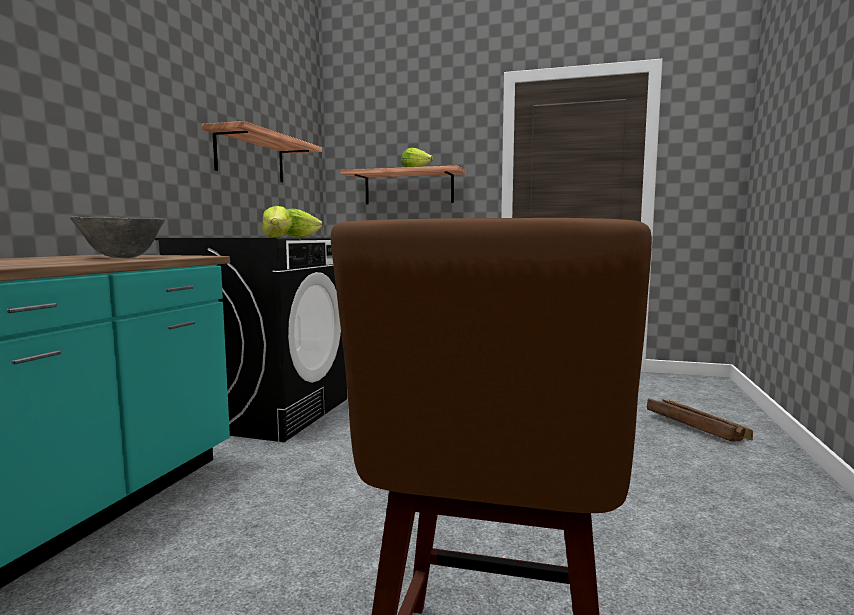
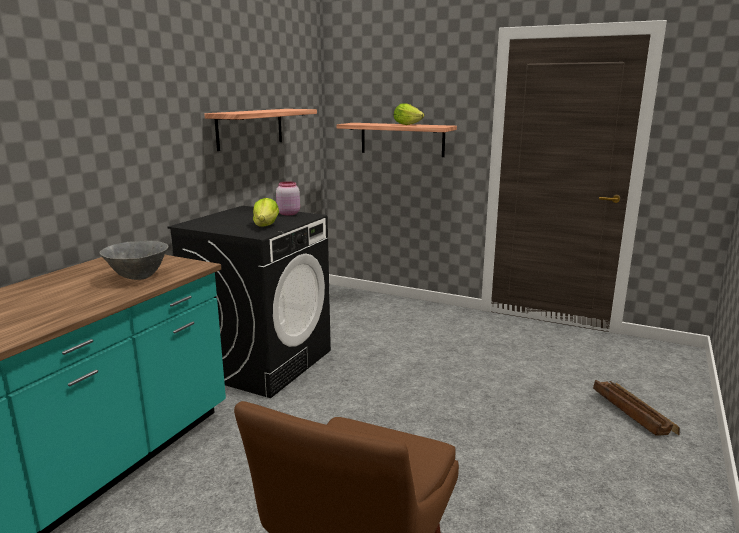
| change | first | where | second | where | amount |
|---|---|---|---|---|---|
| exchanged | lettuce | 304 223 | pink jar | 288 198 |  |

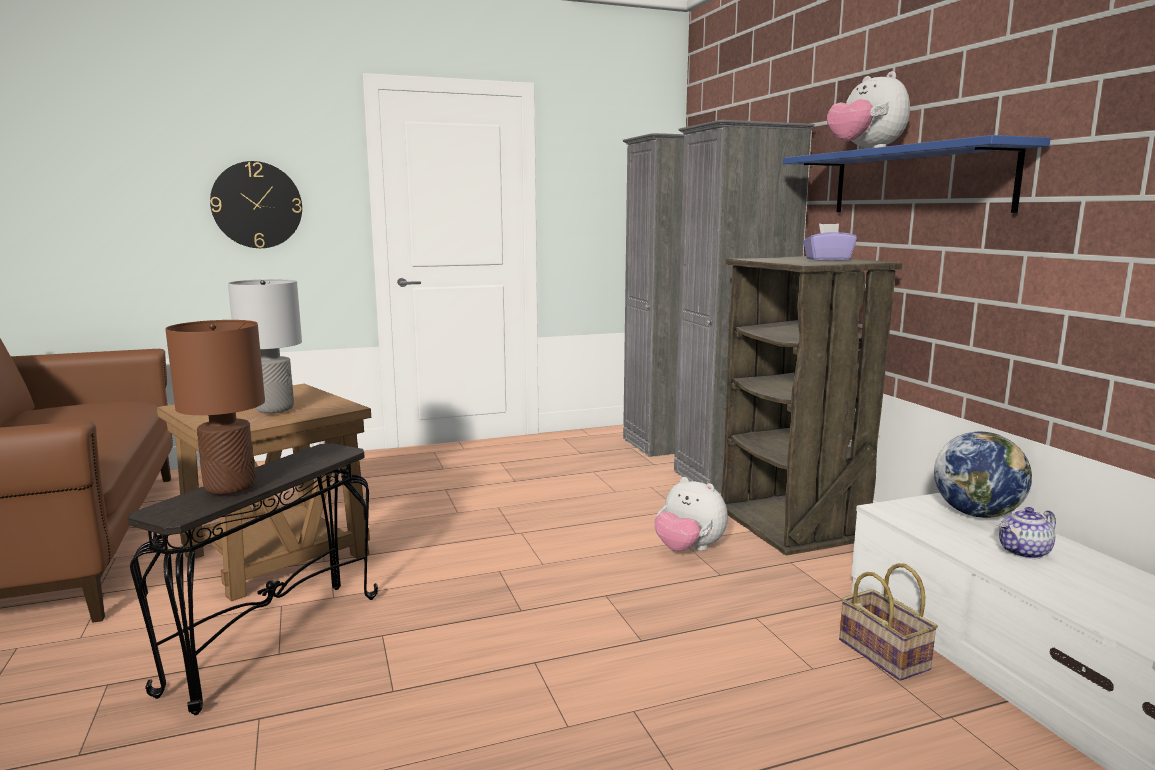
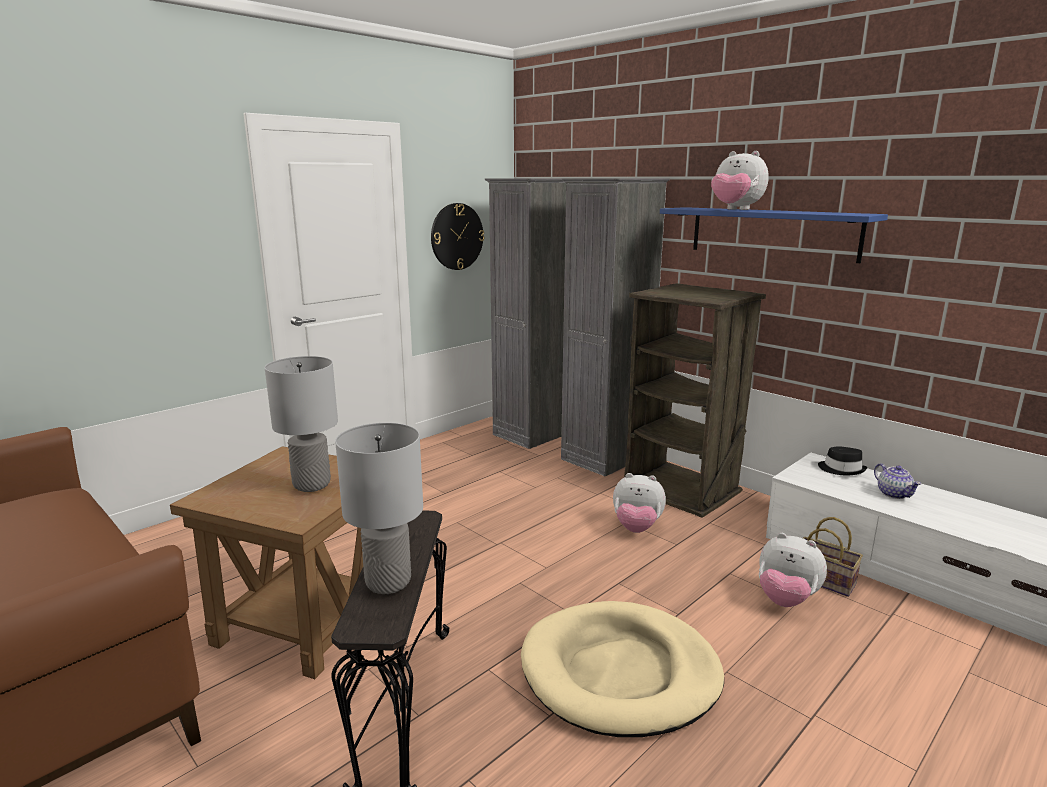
| change | first | where | second | where | amount |
|---|---|---|---|---|---|
| missing | purple tissue box | 830 242 |  |  |  |
| appeared |  |  | beige dog bed | 622 669 |  |
| appeared |  |  | plush toy | 793 570 |  |
| relocated | wall clock | 256 204 |  | 458 236 |  |
| exchanged | globe | 983 474 | black hat | 842 460 |  |
| colour | brown table lamp | 215 407 | grey table lamp | 379 508 |  |
| spun | teapot | 1027 533 |  | 897 481 | 60 degrees counterclockwise |

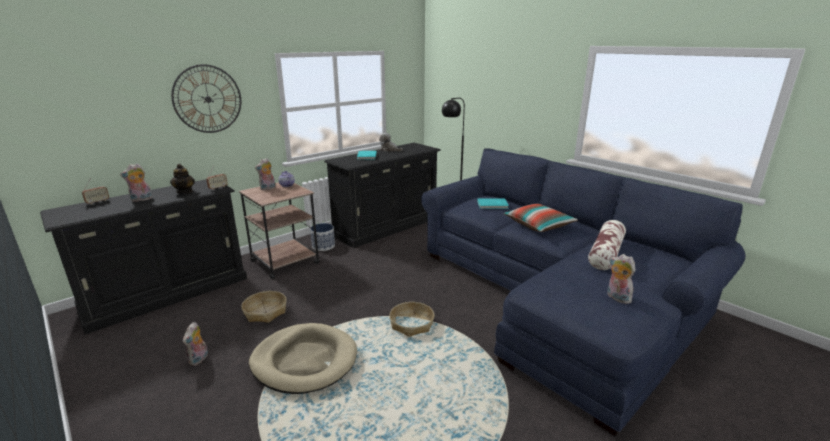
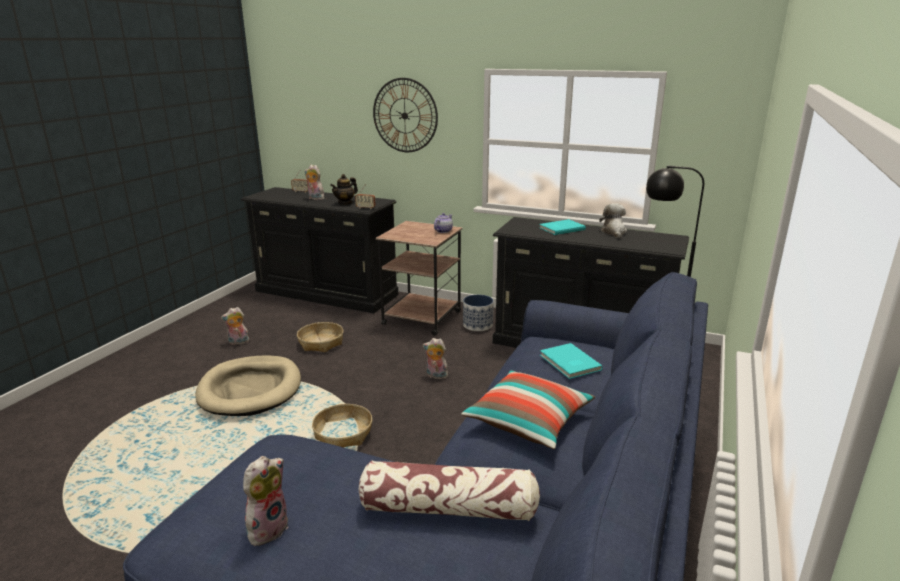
| change | first | where | second | where | amount |
|---|---|---|---|---|---|
| relocated | plush toy | 265 174 |  | 435 358 |  |

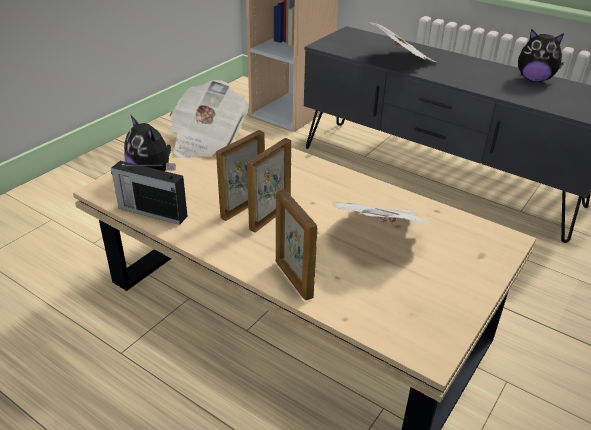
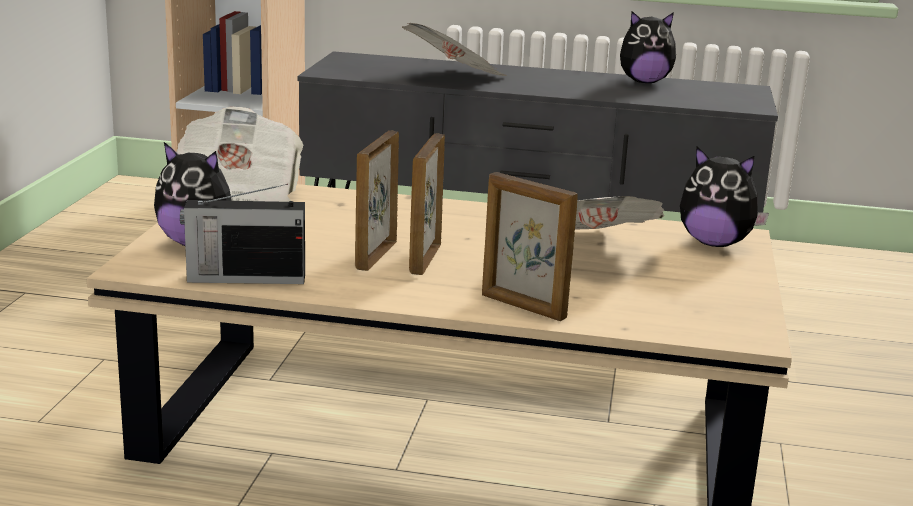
| change | first | where | second | where | amount |
|---|---|---|---|---|---|
| appeared |  |  | plush toy | 724 196 |  |

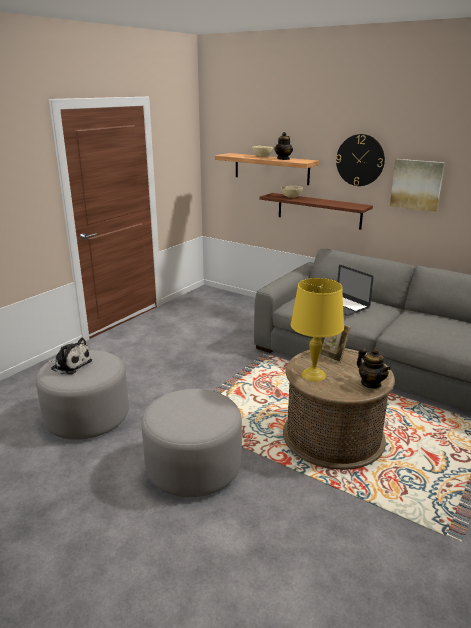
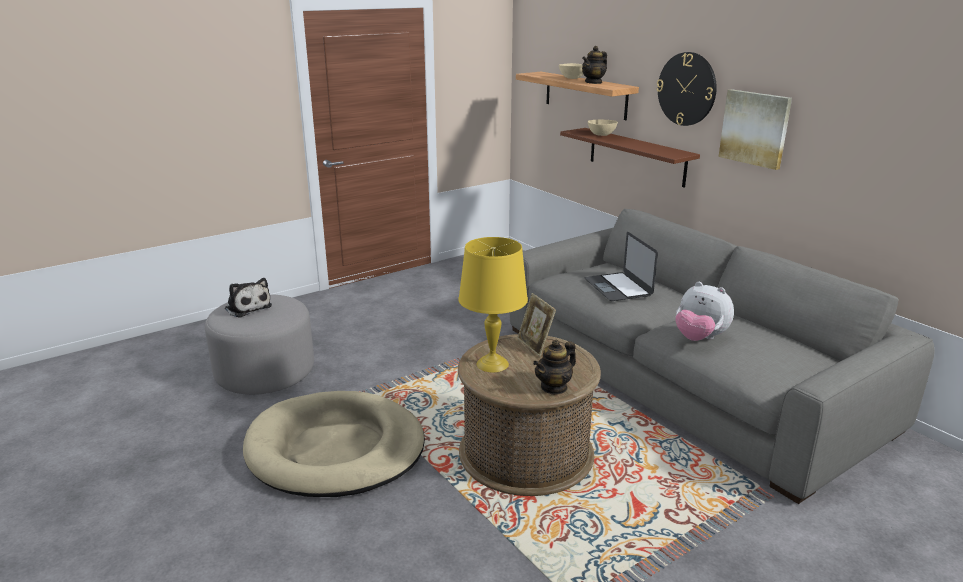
| change | first | where | second | where | amount |
|---|---|---|---|---|---|
| appeared |  |  | plush toy | 704 311 |  |
| exchanged | grey ottoman | 192 443 | beige dog bed | 334 444 |  |
| spun | teapot | 374 369 |  | 554 367 | 60 degrees clockwise |

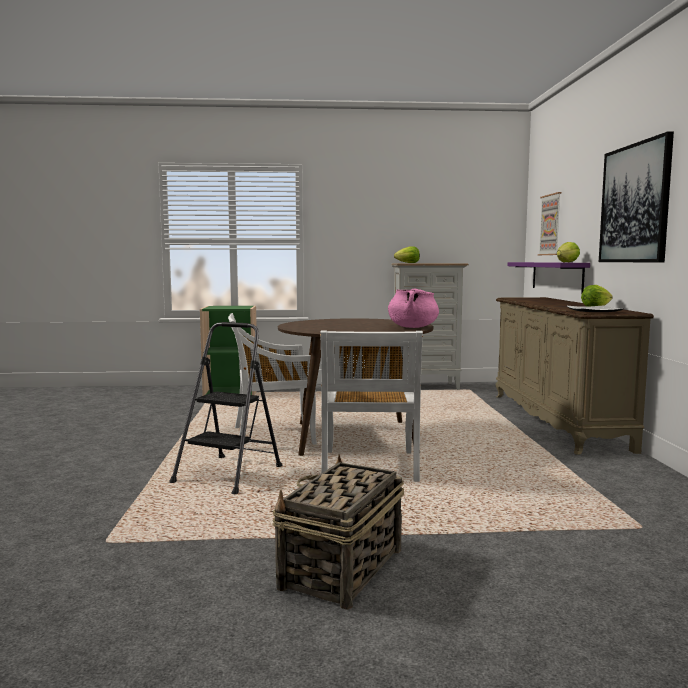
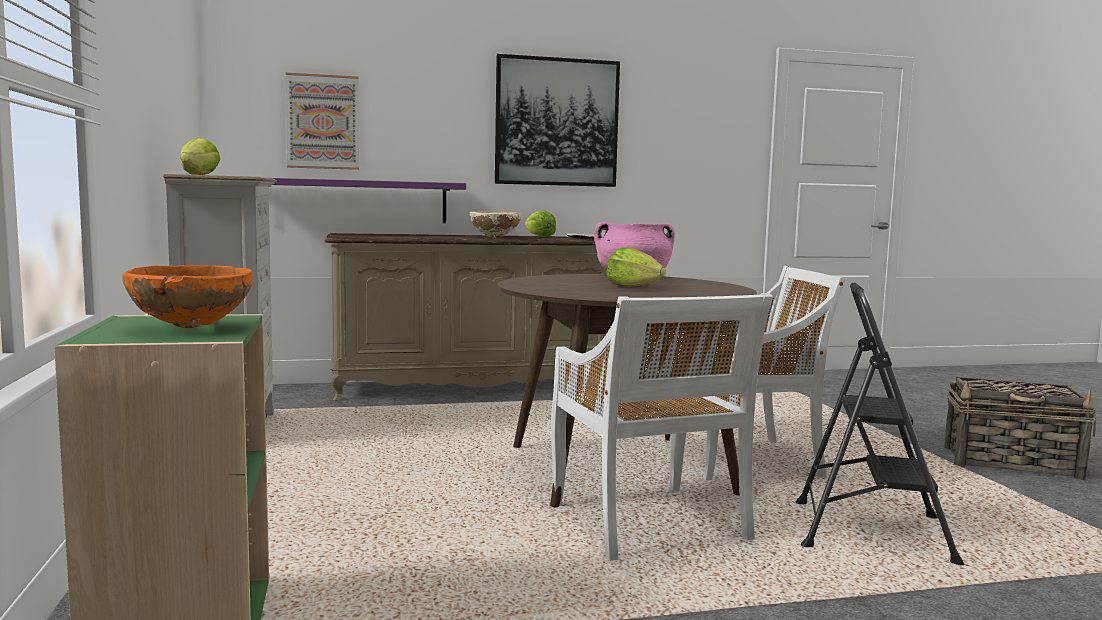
| change | first | where | second | where | amount |
|---|---|---|---|---|---|
| appeared |  |  | orange bowl | 187 296 |  |
| appeared |  |  | beige bowl | 495 224 |  |
| relocated | lettuce | 568 252 |  | 636 267 |  |

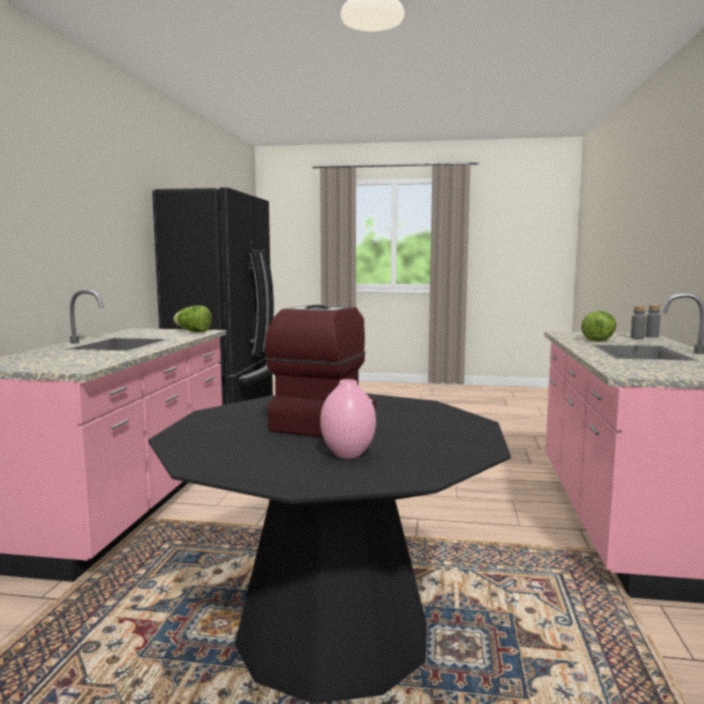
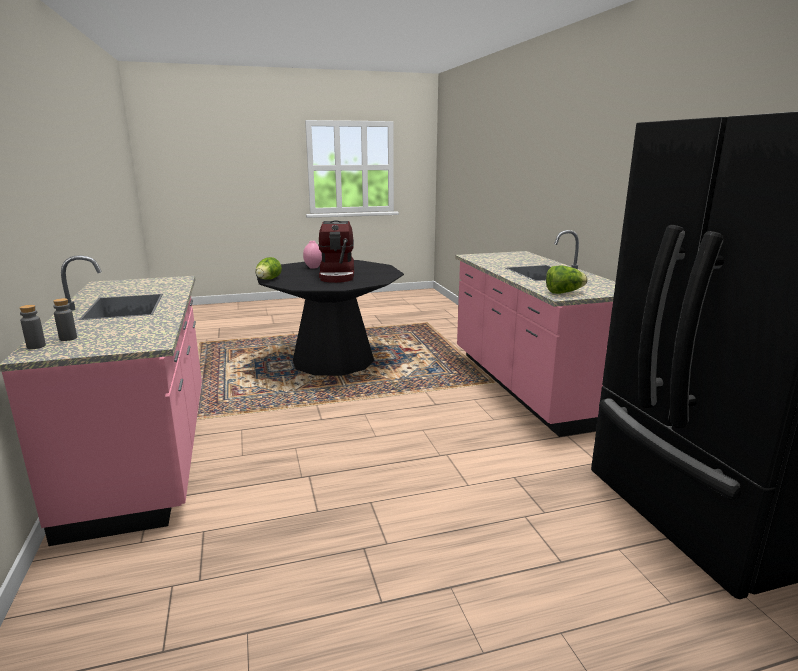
| change | first | where | second | where | amount |
|---|---|---|---|---|---|
| relocated | lettuce | 599 326 |  | 268 268 |  |

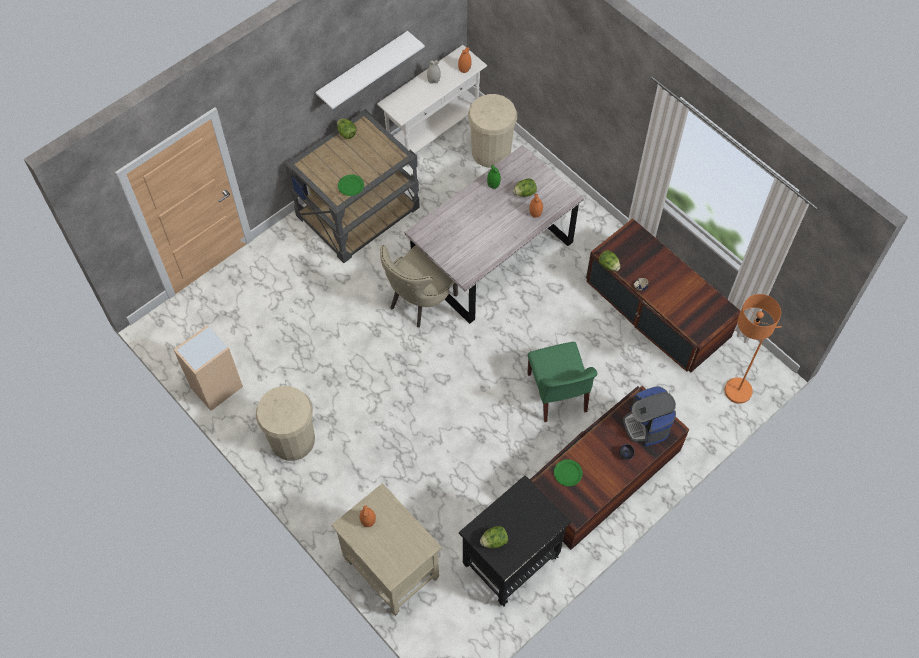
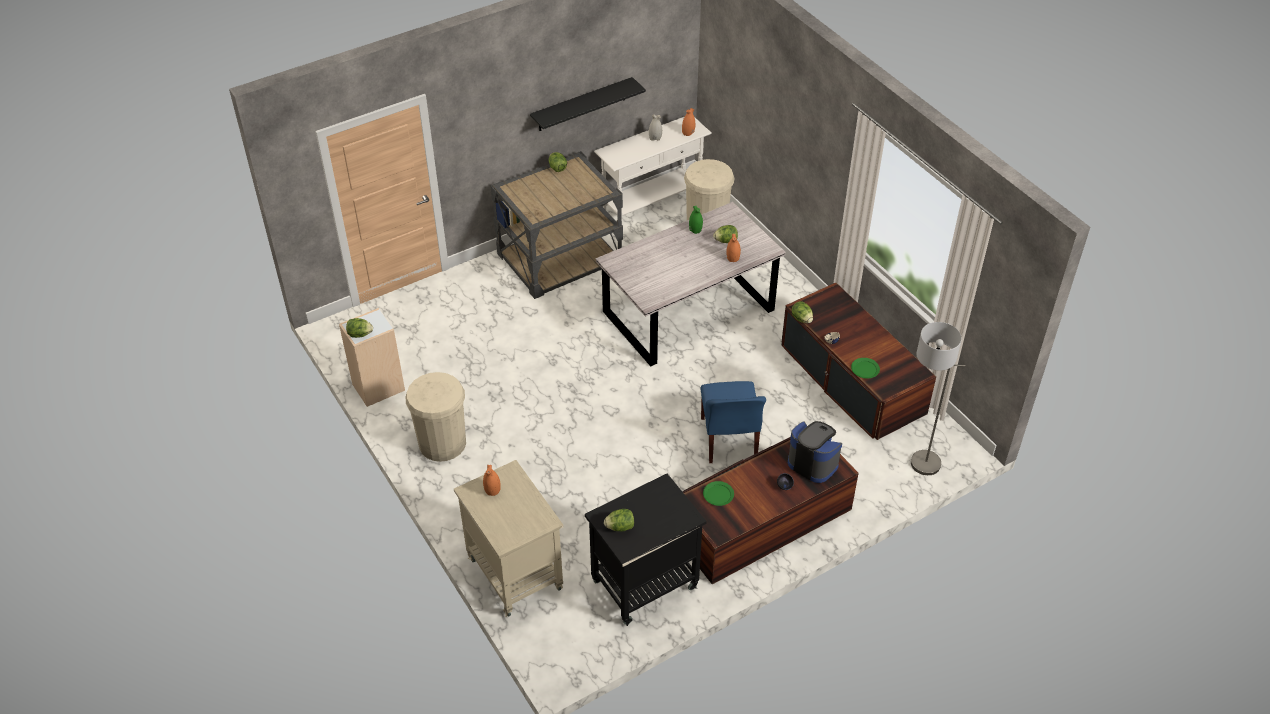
| change | first | where | second | where | amount |
|---|---|---|---|---|---|
| missing | beige chair | 419 286 |  |  |  |
| appeared |  |  | lettuce | 359 328 |  |
| relocated | green plate | 351 185 |  | 865 368 |  |
| colour | white shelf | 370 70 | black shelf | 588 104 |  |
| colour | green chair | 562 382 | blue chair | 733 422 |  |
| colour | orange floor lamp | 753 349 | grey floor lamp | 938 398 |  |
| spun | coffee machine | 649 416 |  | 815 452 | 135 degrees clockwise |

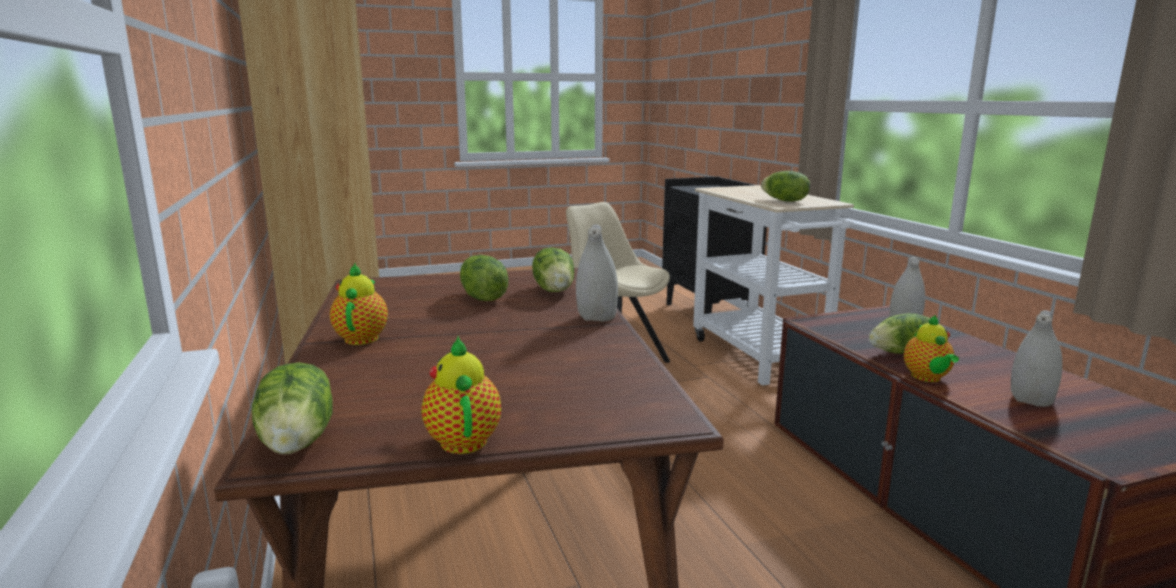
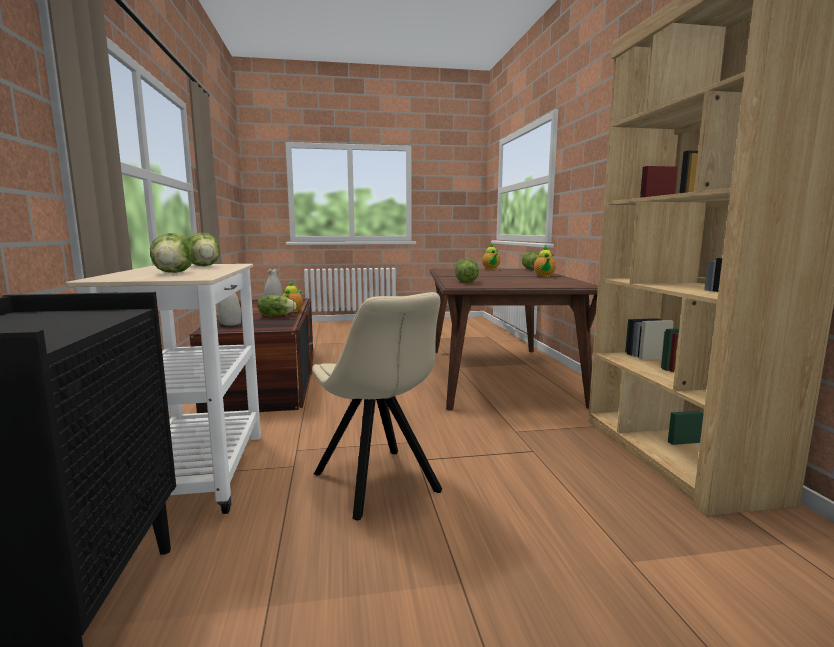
| change | first | where | second | where | amount |
|---|---|---|---|---|---|
| missing | white vase | 597 273 |  |  |  |
| relocated | lettuce | 484 278 |  | 172 253 |  |

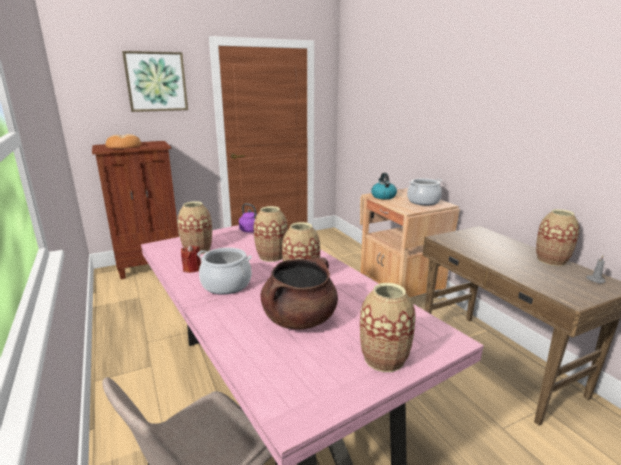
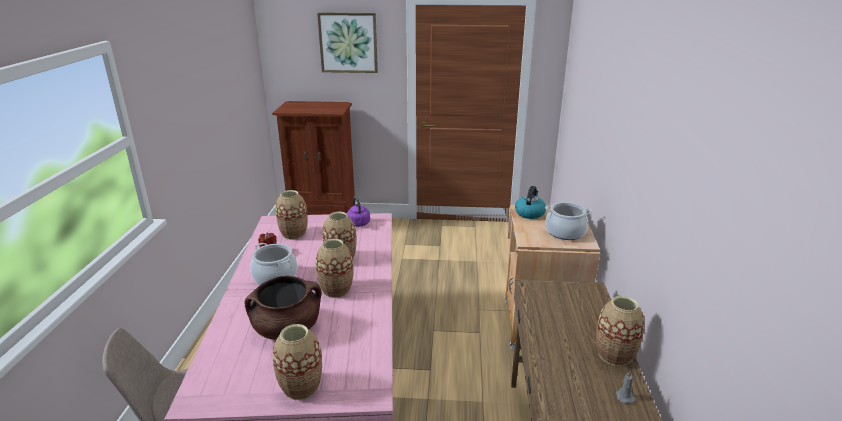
| change | first | where | second | where | amount |
|---|---|---|---|---|---|
| missing | bread | 123 141 |  |  |  |

